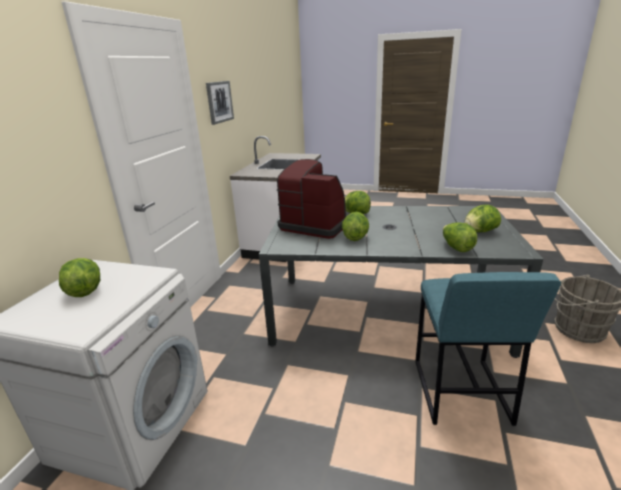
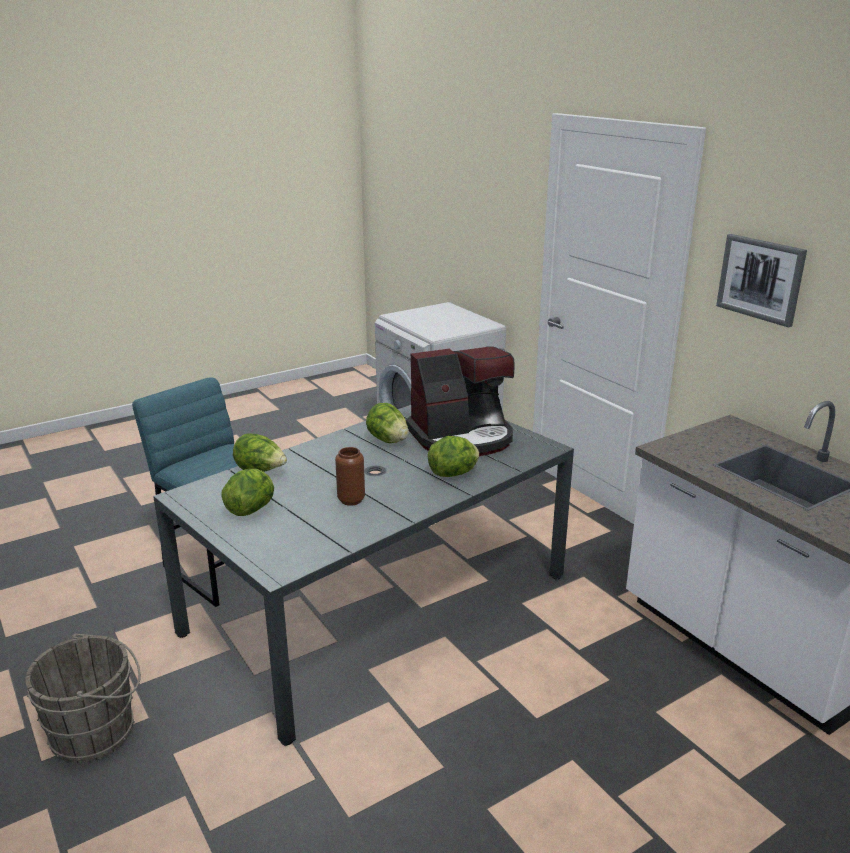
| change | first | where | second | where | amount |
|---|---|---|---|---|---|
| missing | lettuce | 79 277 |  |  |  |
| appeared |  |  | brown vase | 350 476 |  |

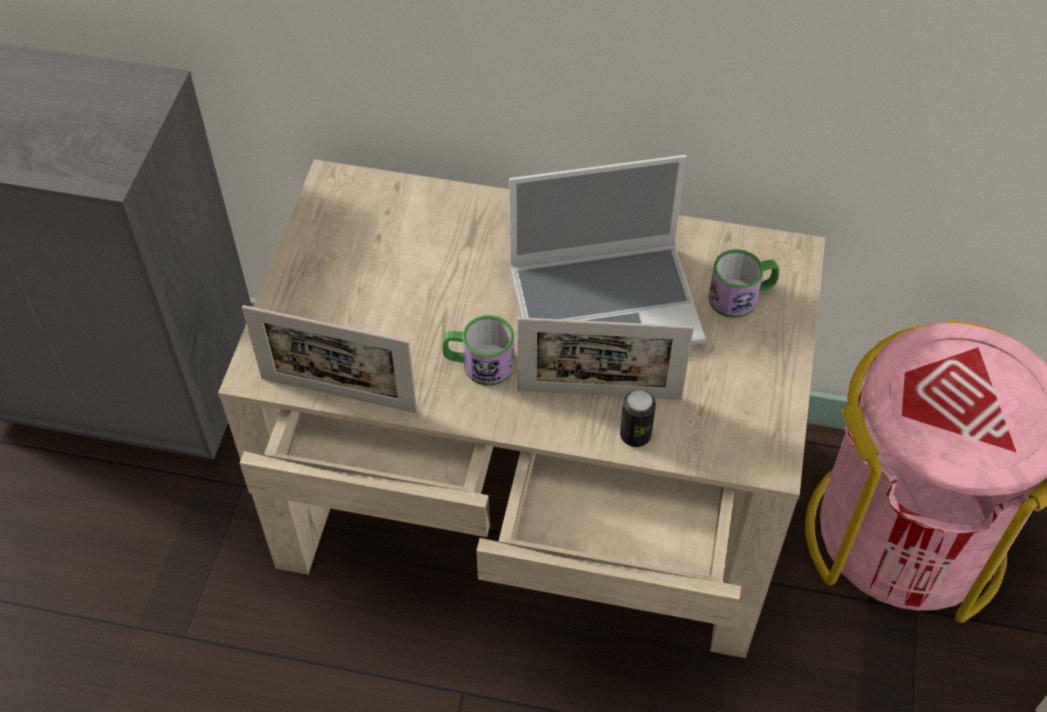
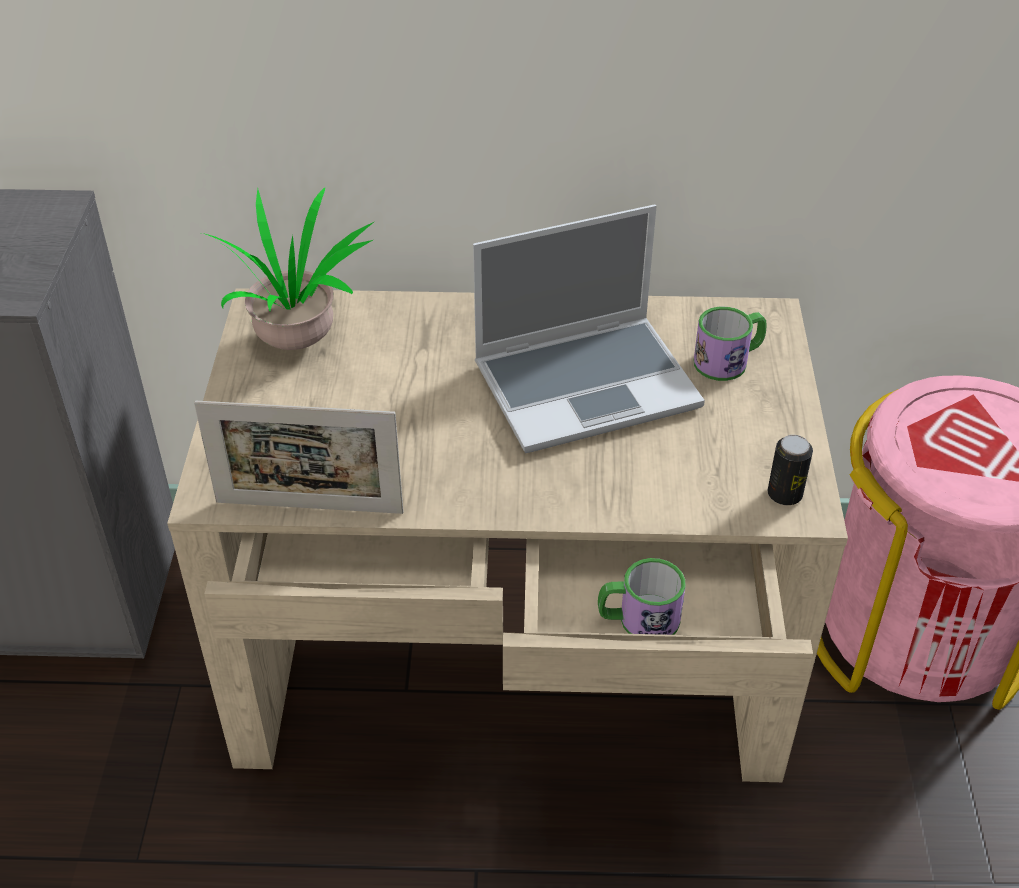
| change | first | where | second | where | amount |
|---|---|---|---|---|---|
| missing | picture frame | 605 358 |  |  |  |
| appeared |  |  | potted plant | 288 269 |  |
| relocated | mug | 478 350 |  | 641 596 |  |
| relocated | can | 638 418 |  | 790 470 |  |

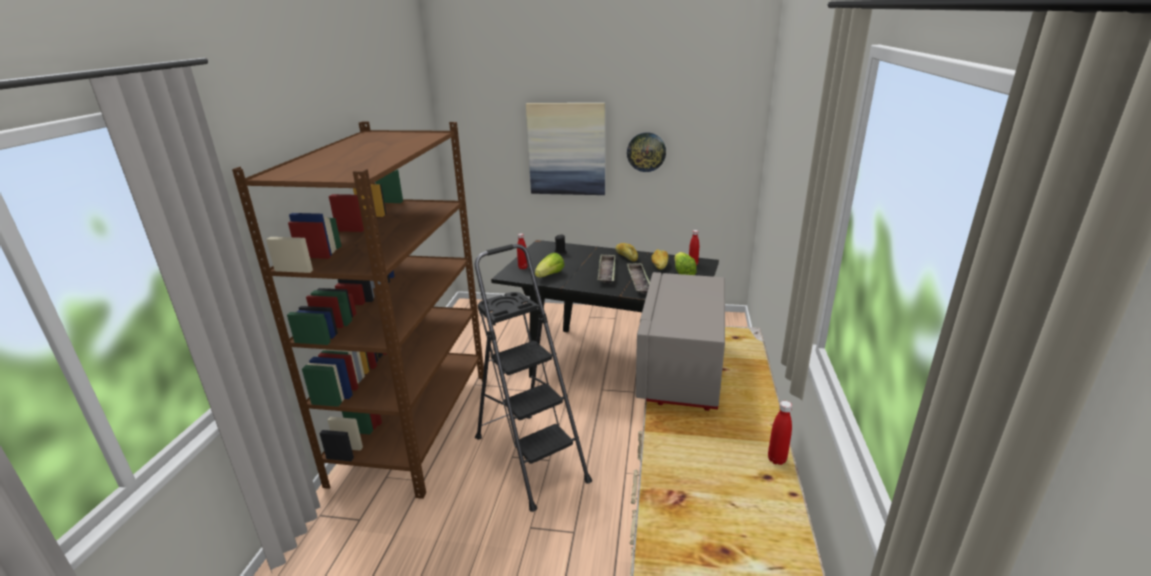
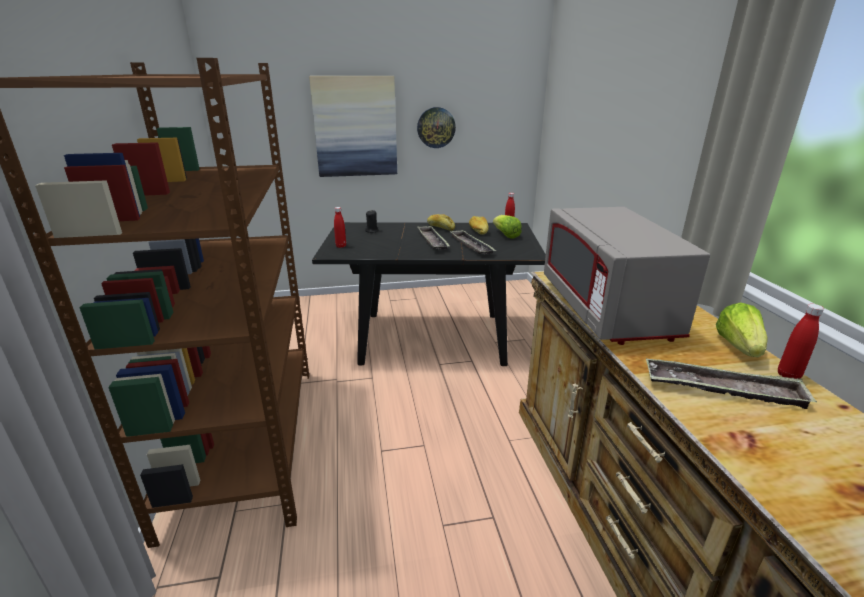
| change | first | where | second | where | amount |
|---|---|---|---|---|---|
| missing | step ladder | 533 378 |  |  |  |
| appeared |  |  | tray | 731 384 |  |
| relocated | lettuce | 549 265 |  | 742 329 |  |

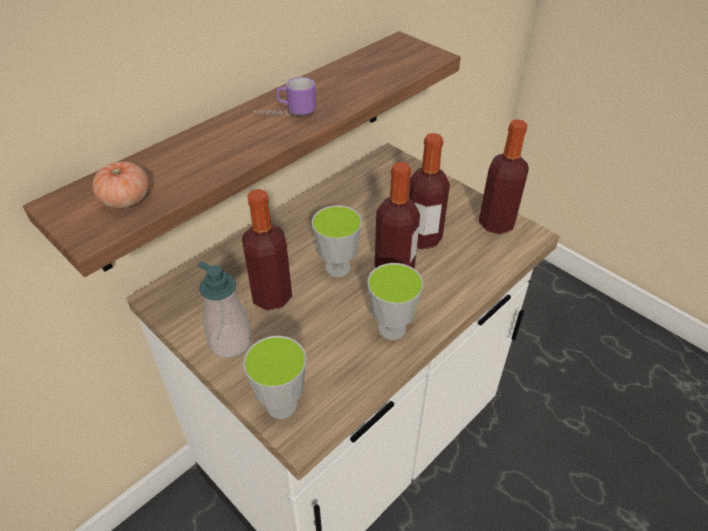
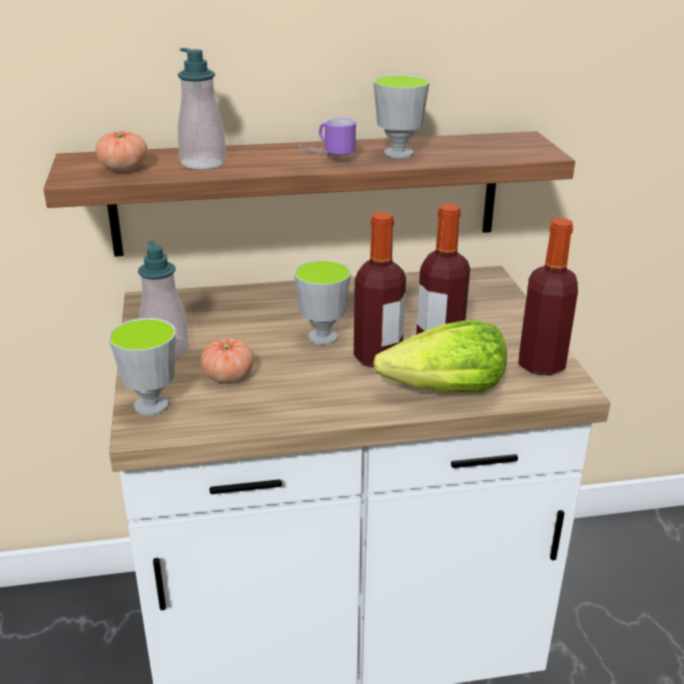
| change | first | where | second | where | amount |
|---|---|---|---|---|---|
| missing | bottle | 267 249 |  |  |  |
| appeared |  |  | soap dispenser | 202 108 |  |
| appeared |  |  | tomato | 227 360 |  |
| appeared |  |  | lettuce | 440 356 |  |
| relocated | cup | 395 301 |  | 401 116 |  |

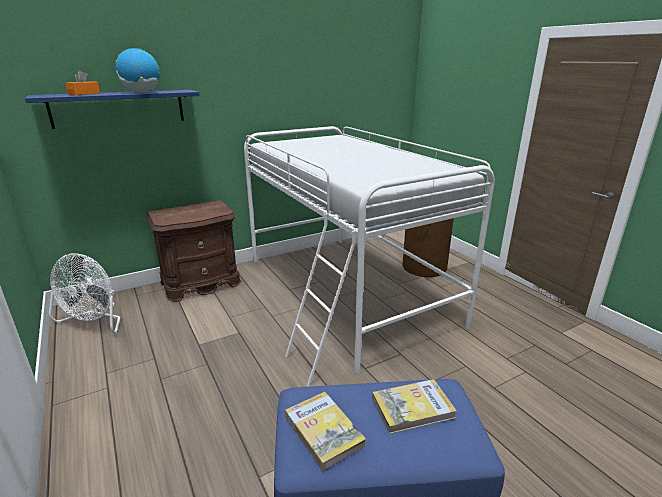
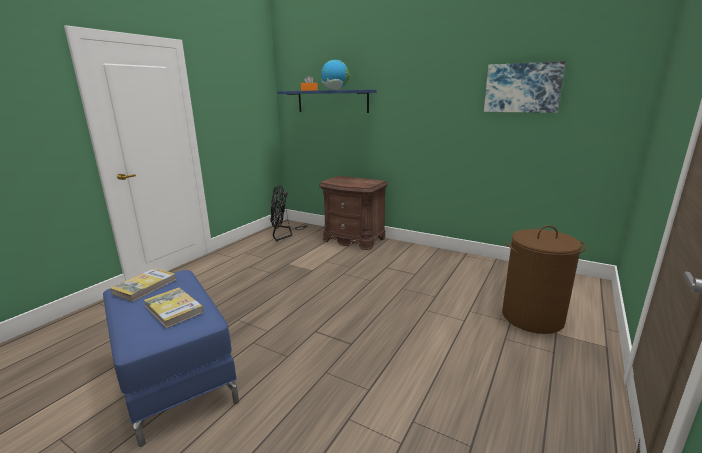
| change | first | where | second | where | amount |
|---|---|---|---|---|---|
| missing | white bed | 369 256 |  |  |  |
| appeared |  |  | picture | 524 87 |  |
| colour | white fan | 84 294 | black fan | 289 213 |  |

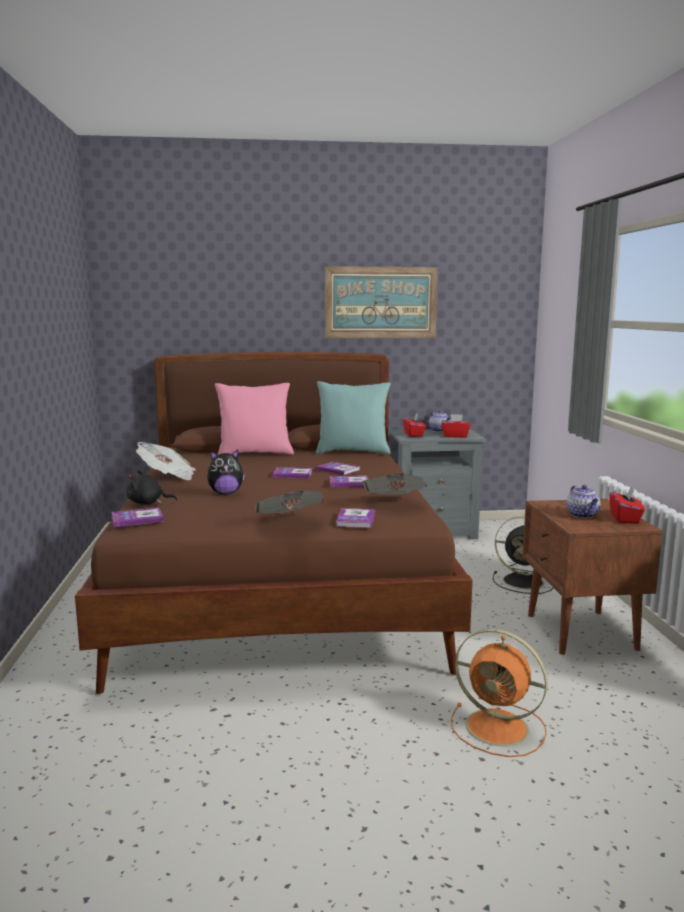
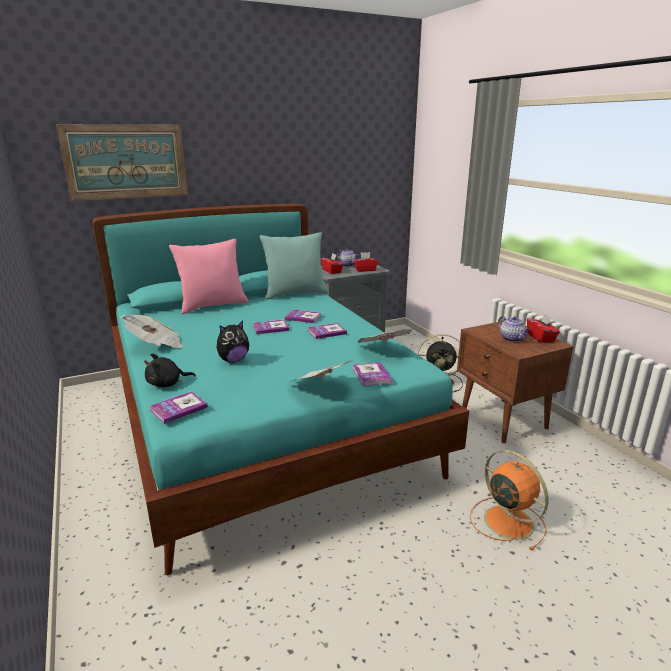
| change | first | where | second | where | amount |
|---|---|---|---|---|---|
| relocated | picture | 381 302 |  | 122 162 |  |
| colour | brown bed | 273 523 | turquoise bed | 280 389 |  |
| spun | orange fan | 499 693 |  | 509 500 | 135 degrees counterclockwise |

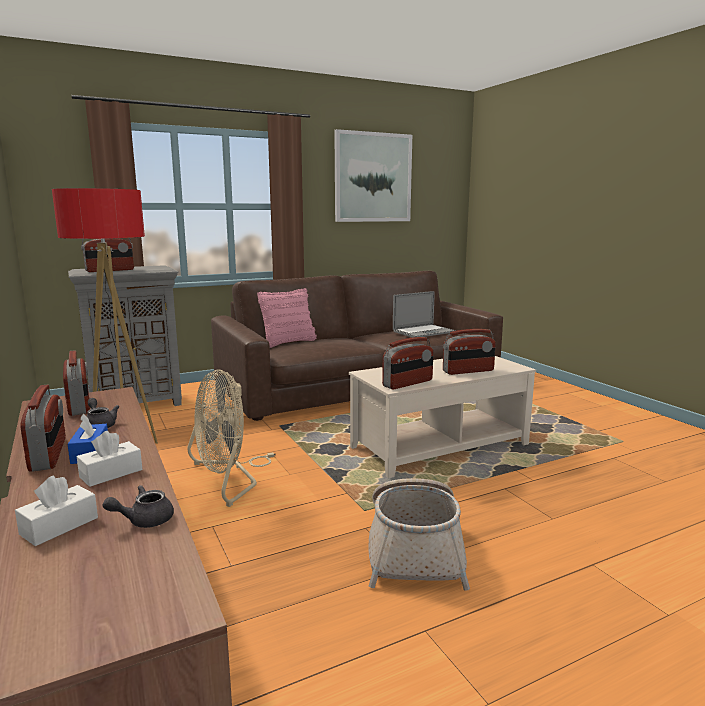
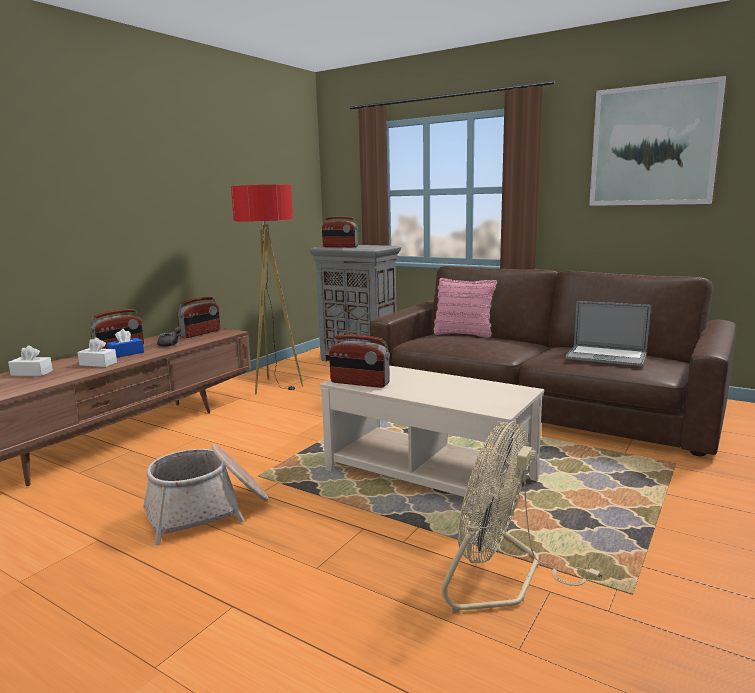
| change | first | where | second | where | amount |
|---|---|---|---|---|---|
| missing | grey teapot | 138 506 |  |  |  |
| missing | radio | 469 352 |  |  |  |
| relocated | beige fan | 231 438 |  | 522 517 |  |

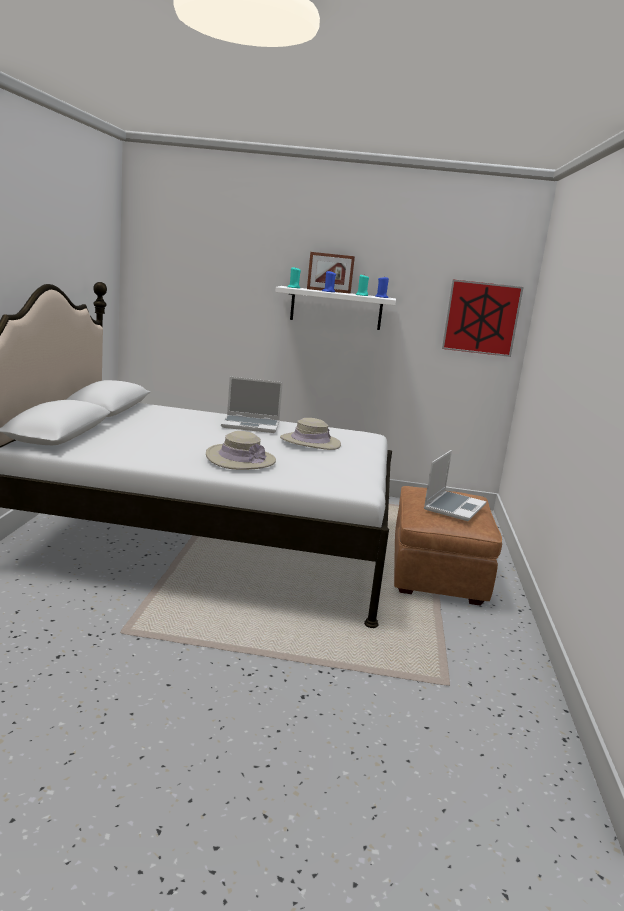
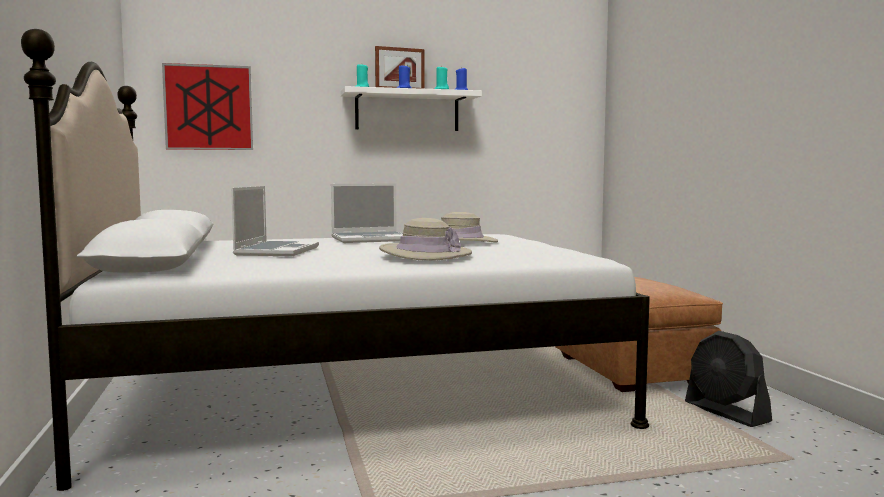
| change | first | where | second | where | amount |
|---|---|---|---|---|---|
| appeared |  |  | black fan | 728 379 |  |
| relocated | laptop | 455 485 |  | 275 221 |  |
| relocated | picture | 483 318 |  | 207 106 |  |

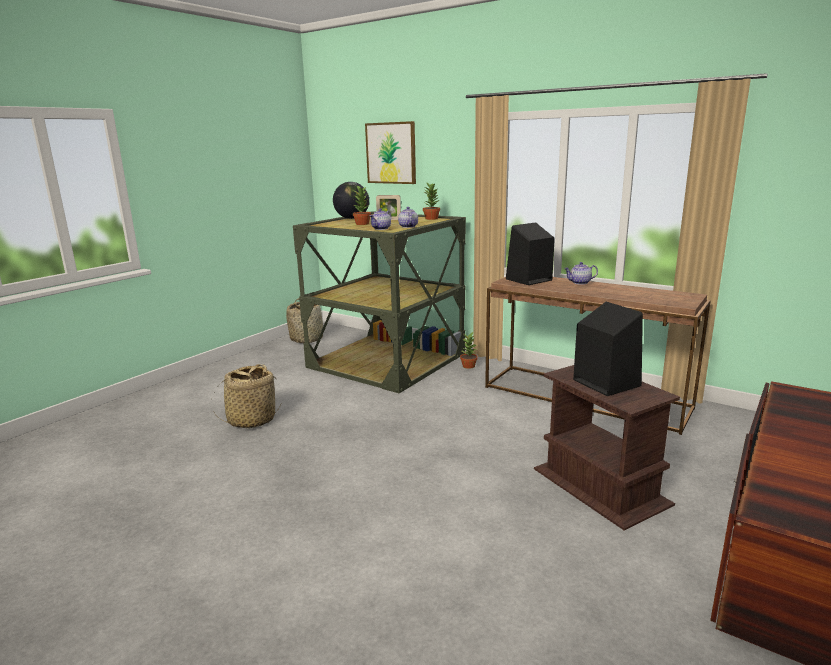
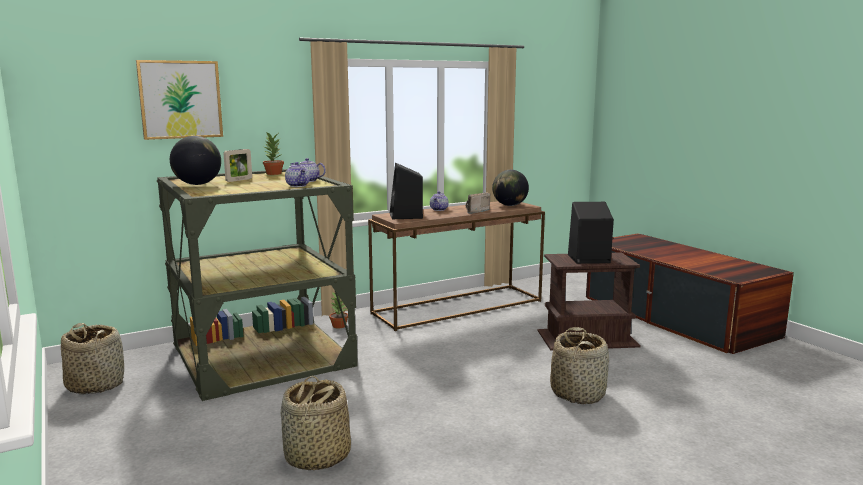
| change | first | where | second | where | amount |
|---|---|---|---|---|---|
| missing | potted plant | 362 205 |  |  |  |
| appeared |  |  | radio | 478 203 |  |
| appeared |  |  | globe | 510 188 |  |
| appeared |  |  | basket | 579 365 |  |

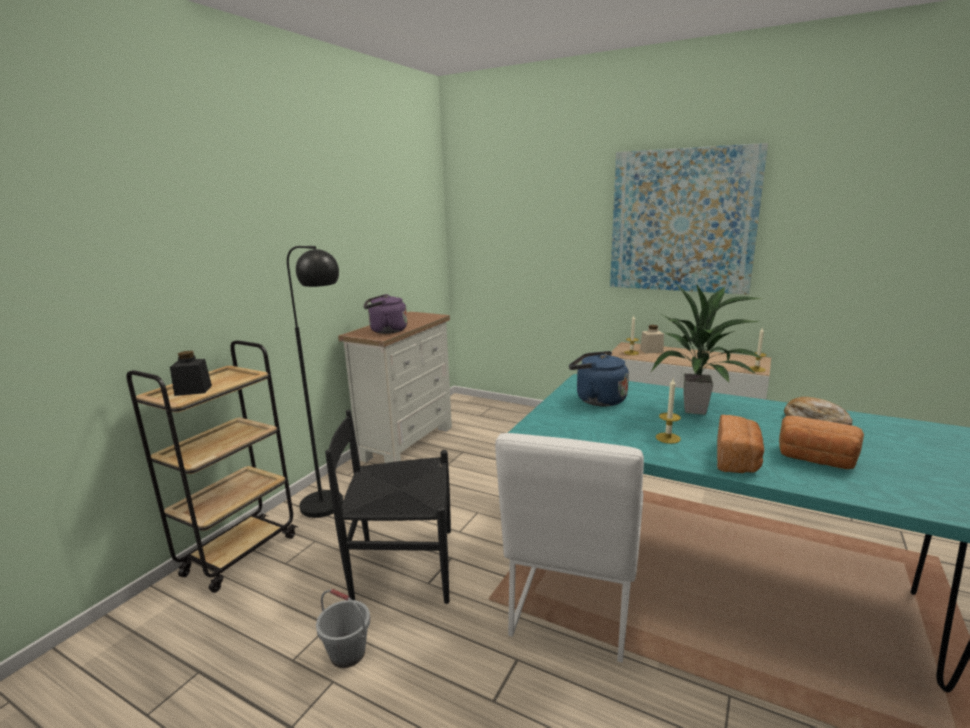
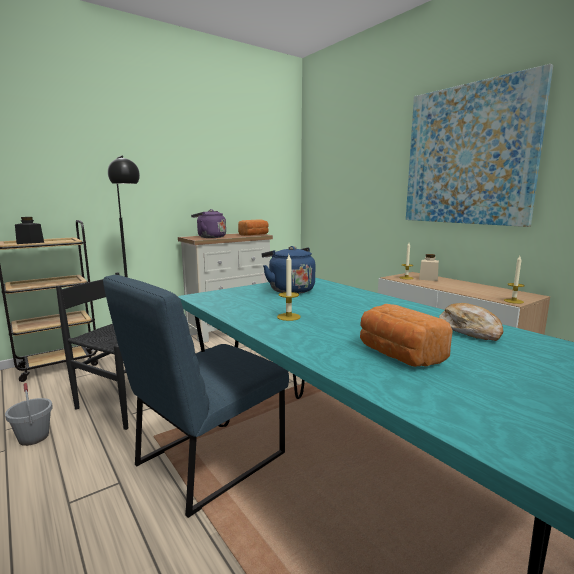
| change | first | where | second | where | amount |
|---|---|---|---|---|---|
| missing | potted plant | 706 349 |  |  |  |
| relocated | bread | 740 444 |  | 253 227 |  |
| colour | white chair | 569 548 | blue chair | 196 396 |  |

